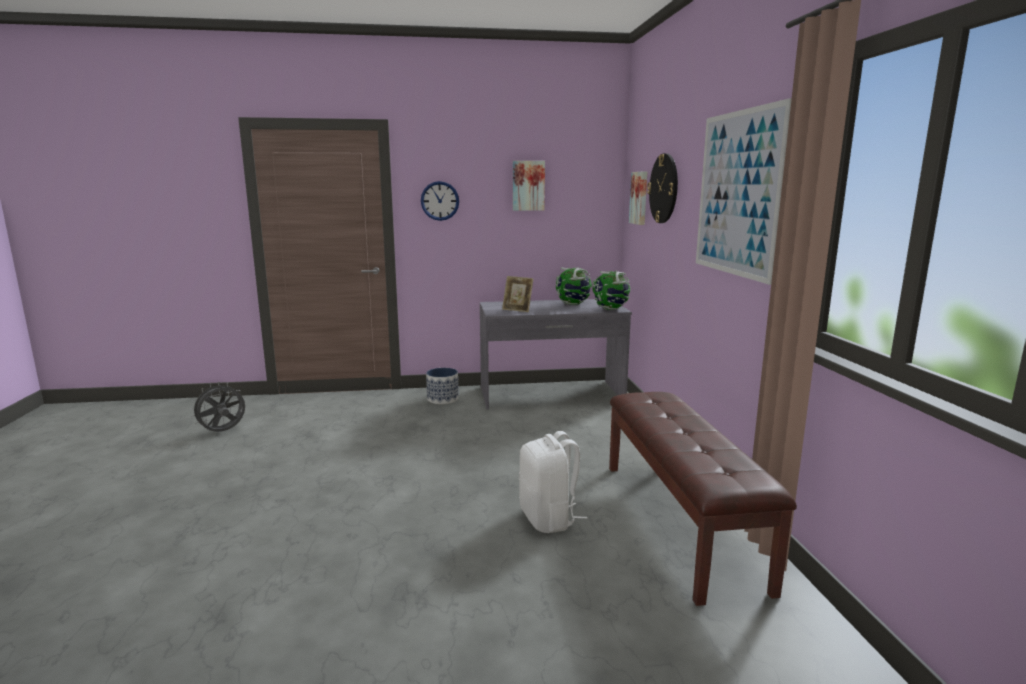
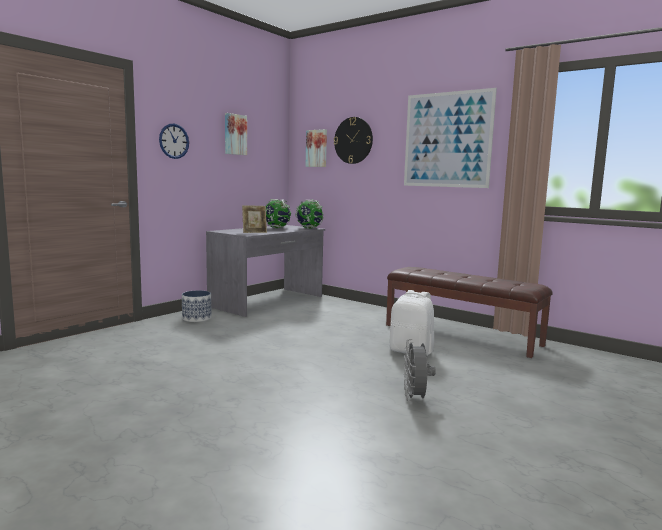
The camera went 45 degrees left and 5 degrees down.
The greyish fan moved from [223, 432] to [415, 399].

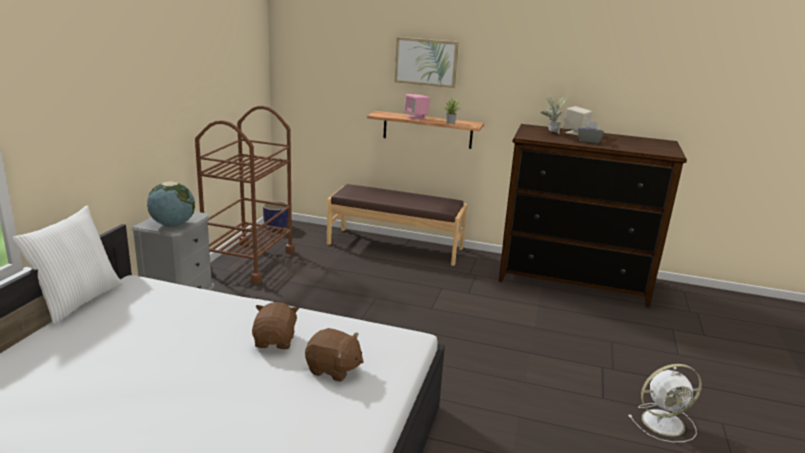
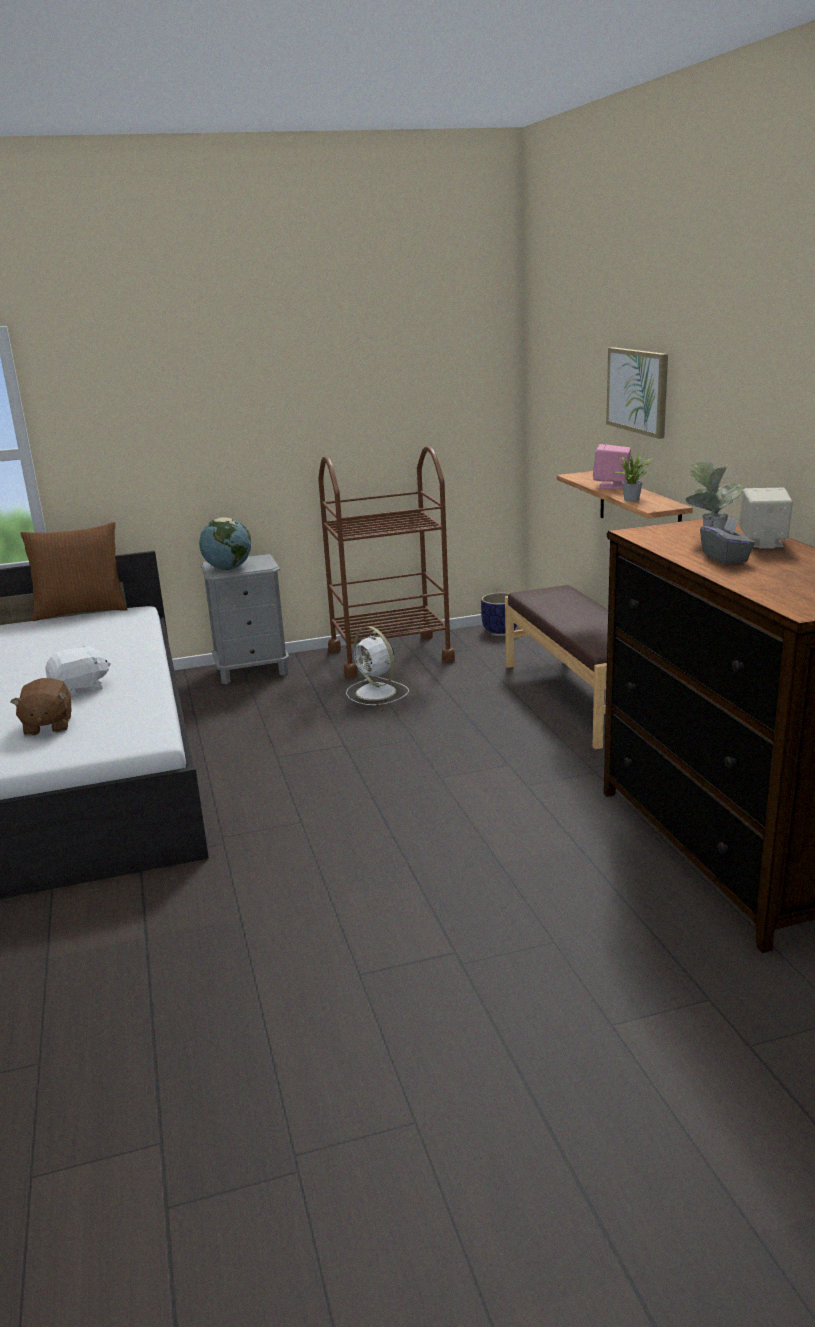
The camera went 60 degrees right and 0 degrees up.
The whitish fan moved from [664, 422] to [377, 693].
The whitish cushion at [77, 300] became the brownish cushion at [81, 611].
The brownish plush toy at [275, 341] became the whitish plush toy at [80, 689].

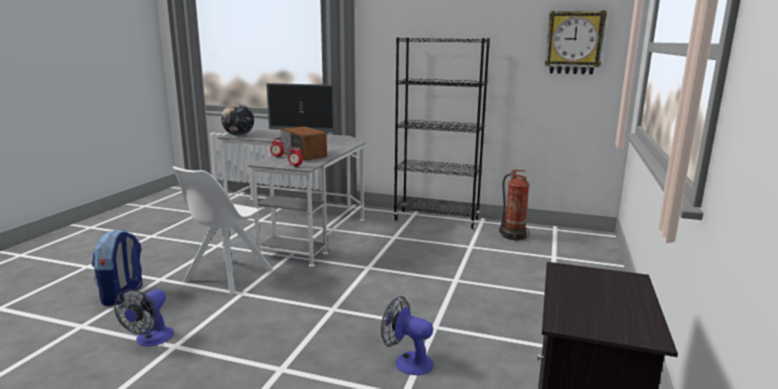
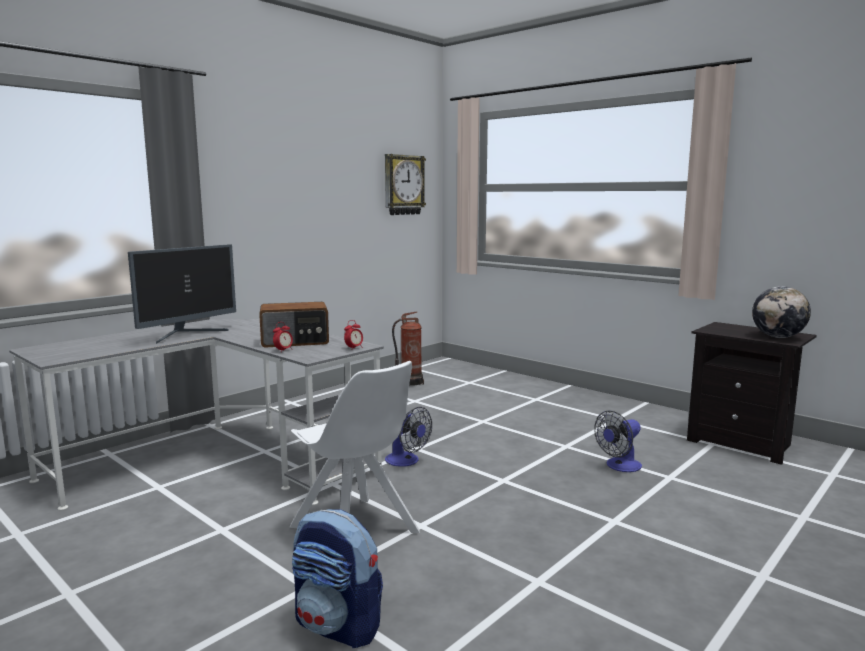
The camera went 65 degrees left and 5 degrees down.
The black bookshelf at [436, 219] disappeared.
The fan moved from [150, 340] to [406, 461].
The desk globe moved from [238, 135] to [778, 337].

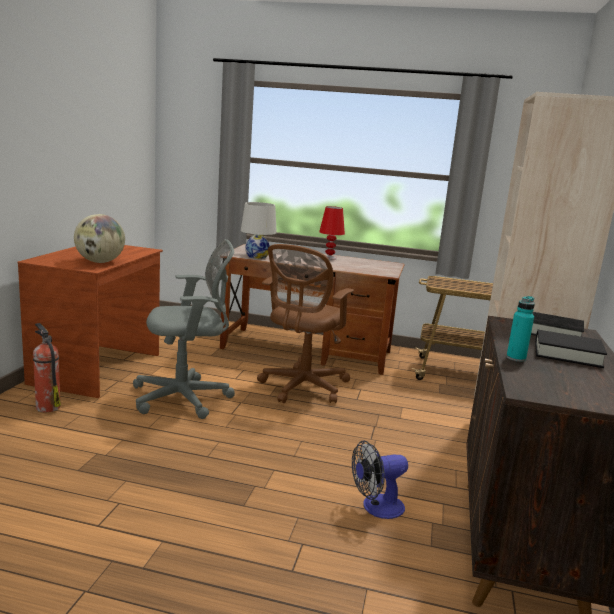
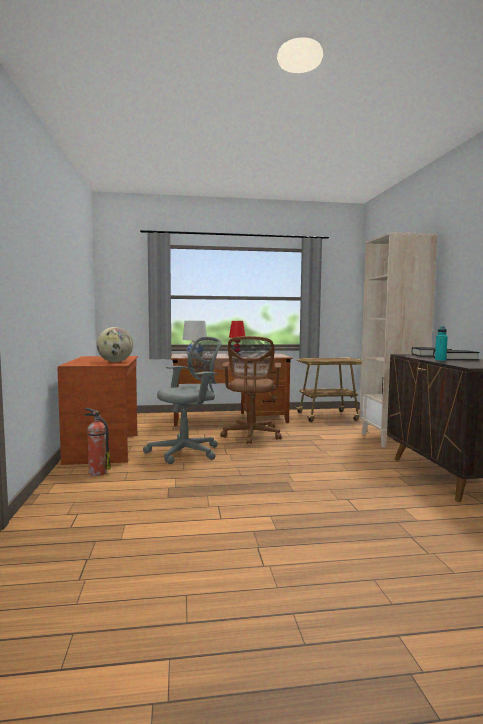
The camera went 20 degrees left and 10 degrees down.
The fan at [376, 507] disappeared.

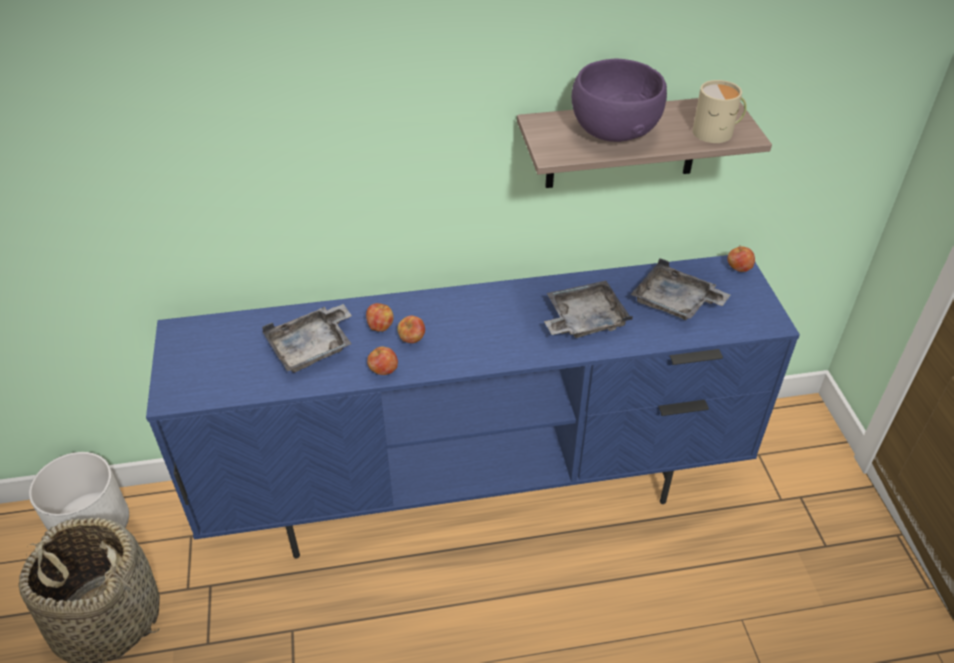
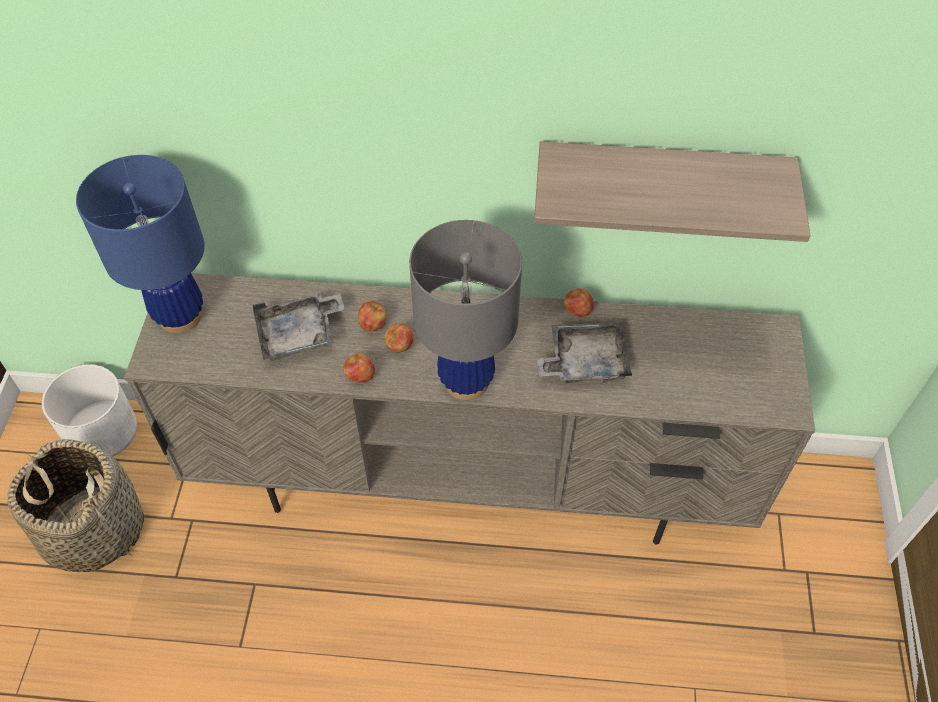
The camera went 15 degrees right and 10 degrees up.
The purple-coloured bowl at [613, 131] disappeared.
The greyish carrying tray at [675, 303] disappeared.
The beige mug at [717, 132] disappeared.
The bluish lamp for a table at [179, 316] appeared.
The greyish lamp for a table at [465, 380] appeared.
The apple fruit moved from [738, 269] to [577, 311].
The bluish tv stand at [479, 489] became the beige tv stand at [472, 483].

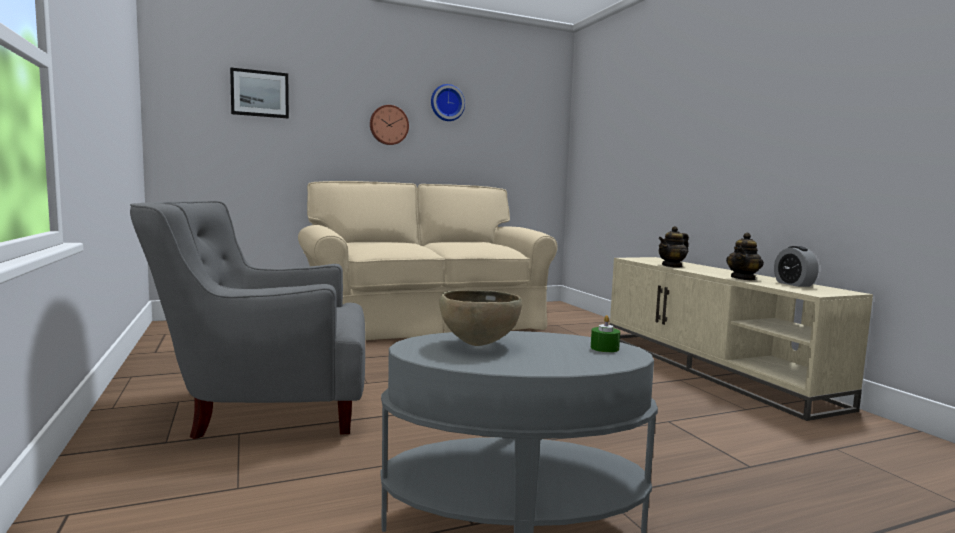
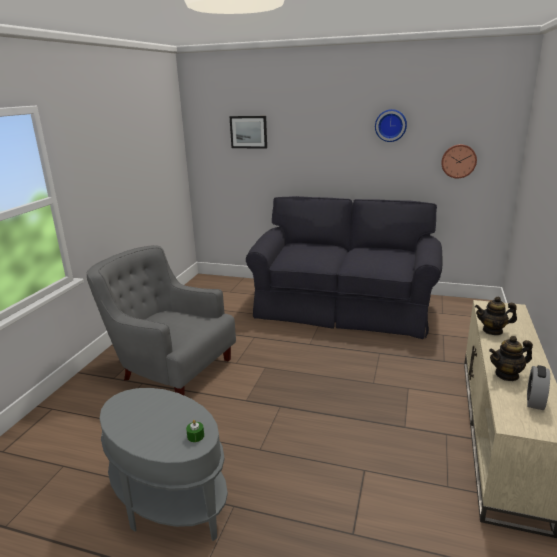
The camera went 40 degrees right and 15 degrees up.
The brownish bowl at [479, 345] disappeared.
The clock on the wall moved from [388, 125] to [458, 161].
The beige sofa at [424, 321] became the black sofa at [344, 307].

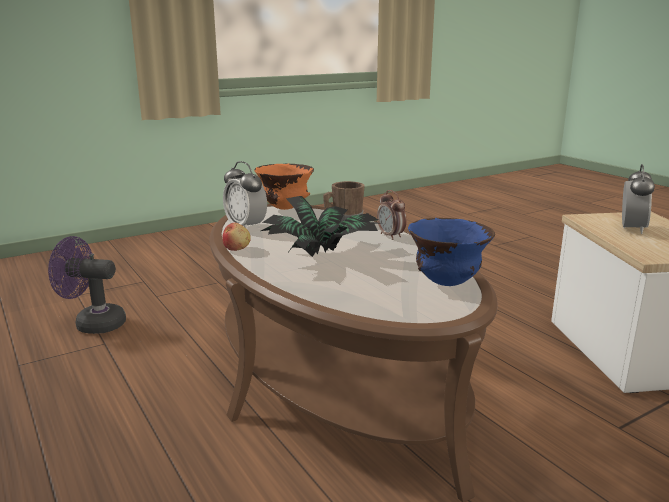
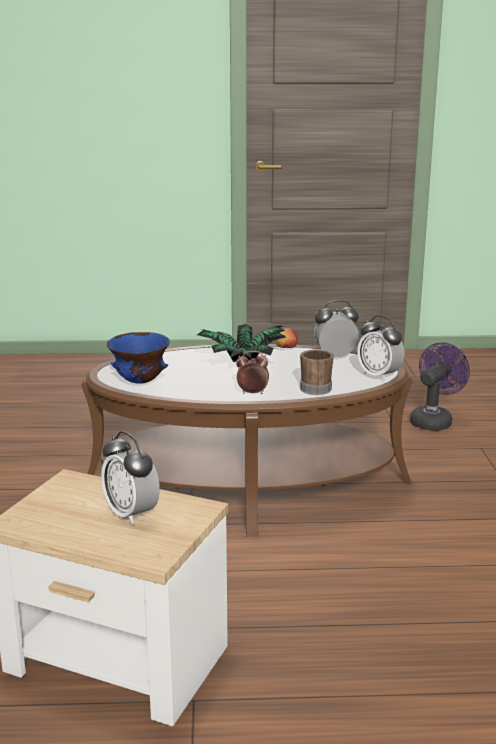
The camera went 120 degrees right and 0 degrees up.
The orange bowl at [285, 208] was replaced by the bedside clock at [379, 376].

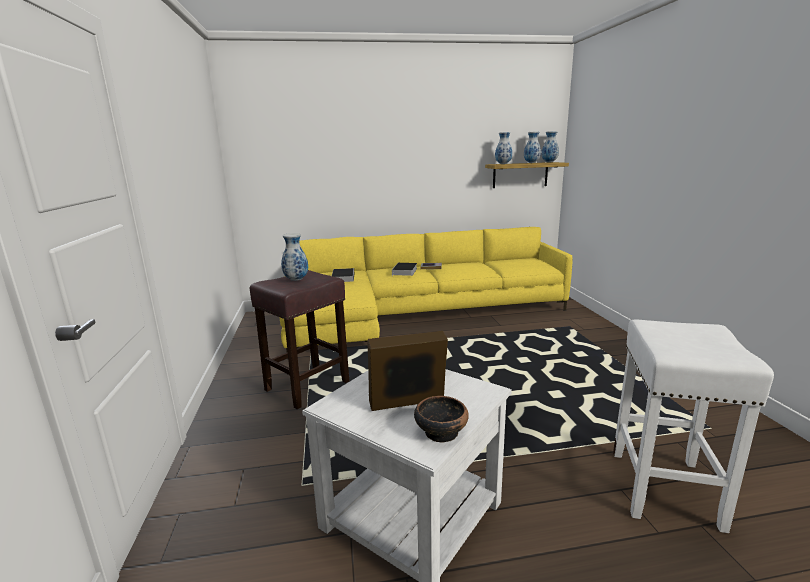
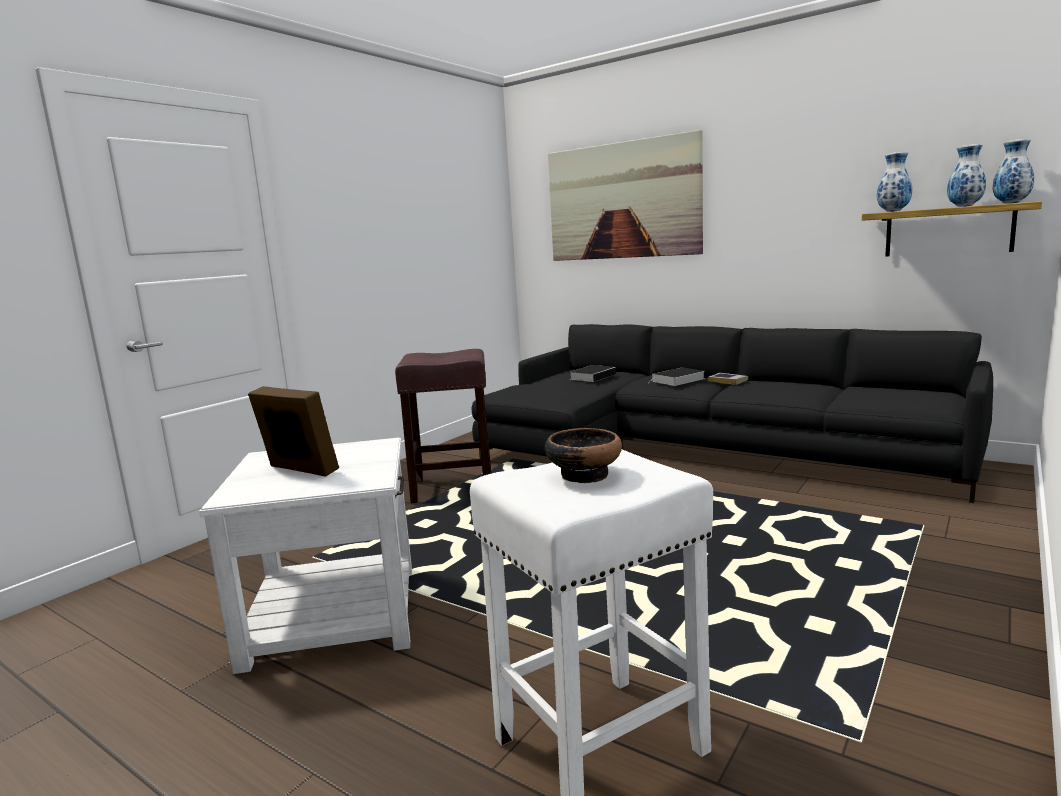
The camera went 45 degrees right and 5 degrees down.
The flower vase at [296, 279] disappeared.
The wall picture at [622, 201] appeared.
The bowl moved from [440, 432] to [584, 474].
The yellowish sofa at [415, 315] became the black sofa at [696, 451].

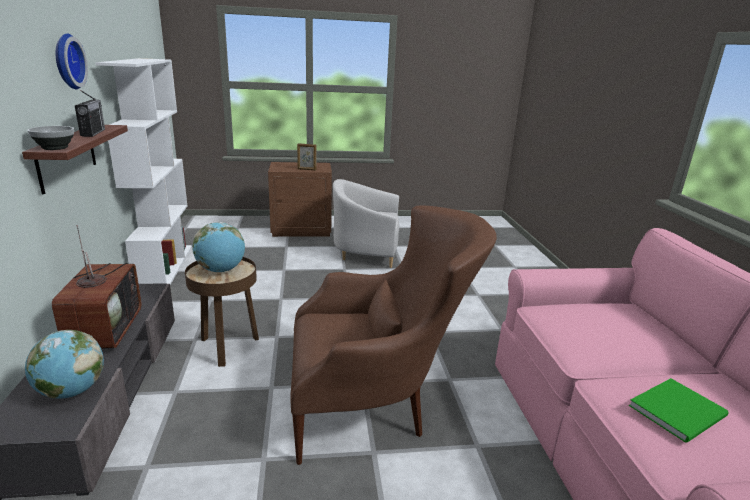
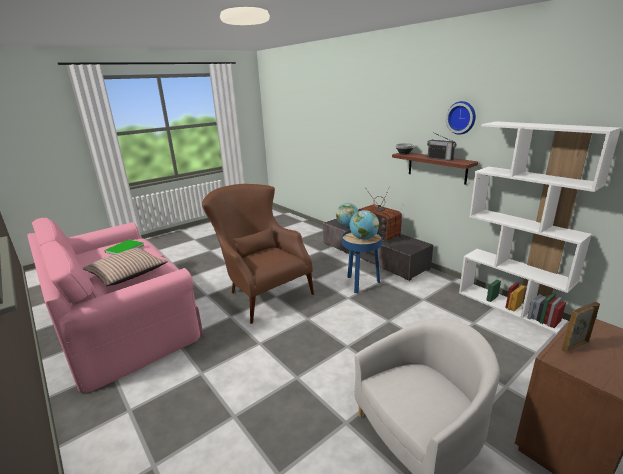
The camera went 150 degrees right and 0 degrees up.
The cushion at [127, 273] appeared.
The brownish end table at [227, 347] became the bluish end table at [361, 283].
The brownish easy chair at [376, 405] turned 90 degrees clockwise.

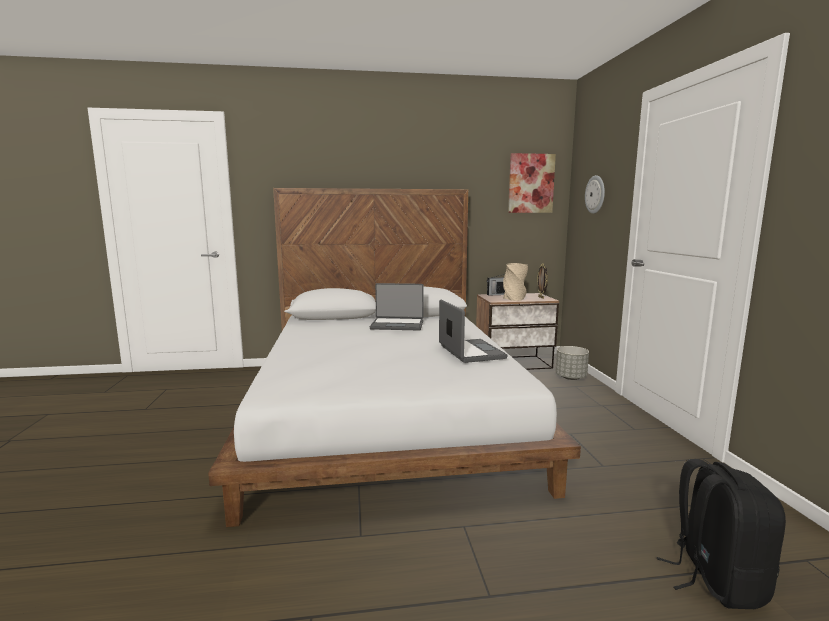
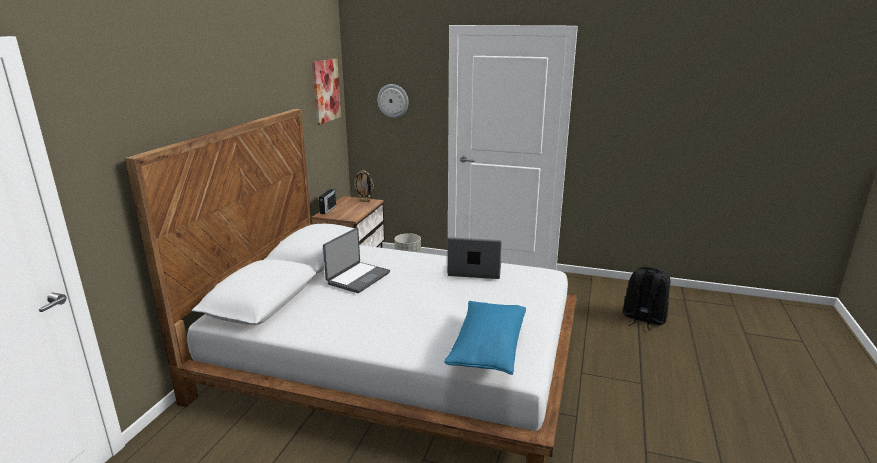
The camera went 65 degrees left and 10 degrees up.
The beige flower vase at [514, 298] disappeared.
The bluish cushion at [488, 349] appeared.

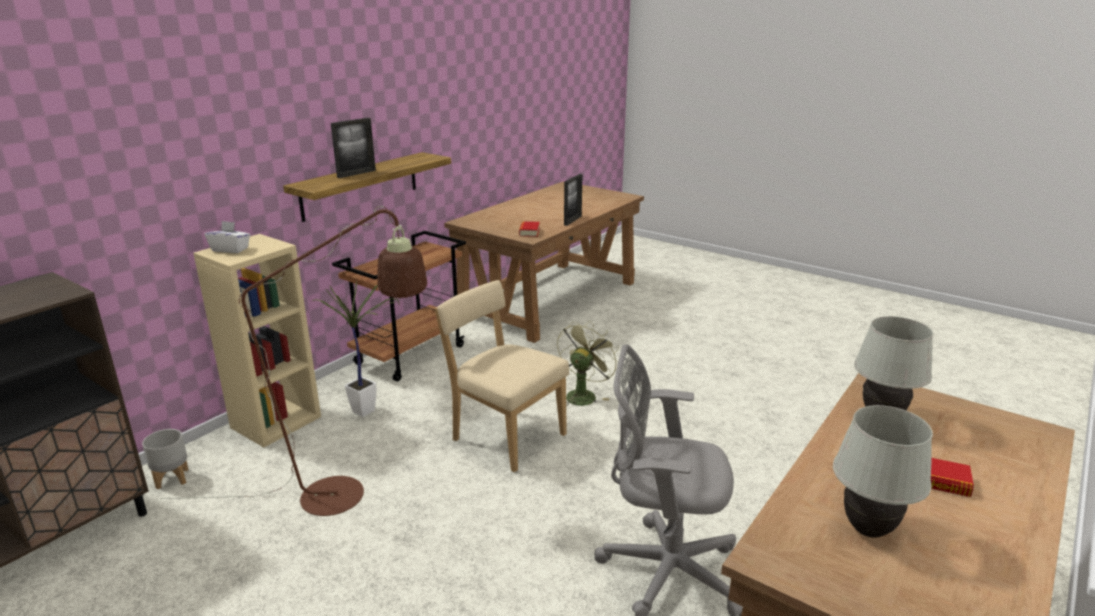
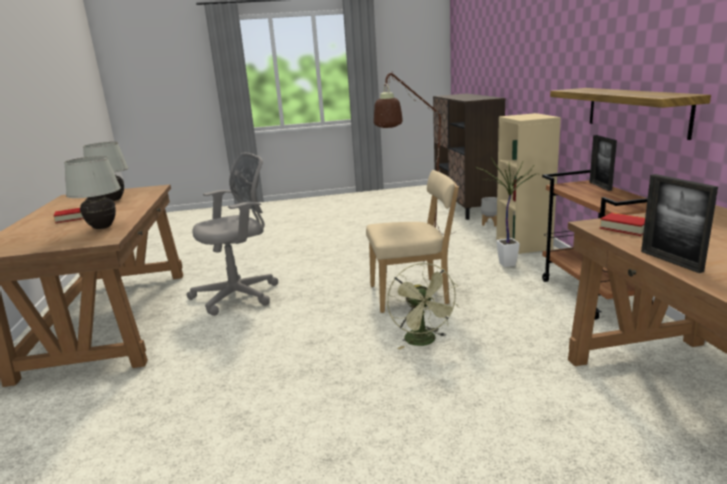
The camera went 135 degrees right and 5 degrees down.
The whitish box of tissues at [230, 249] disappeared.
The photo frame moved from [356, 174] to [600, 186].

